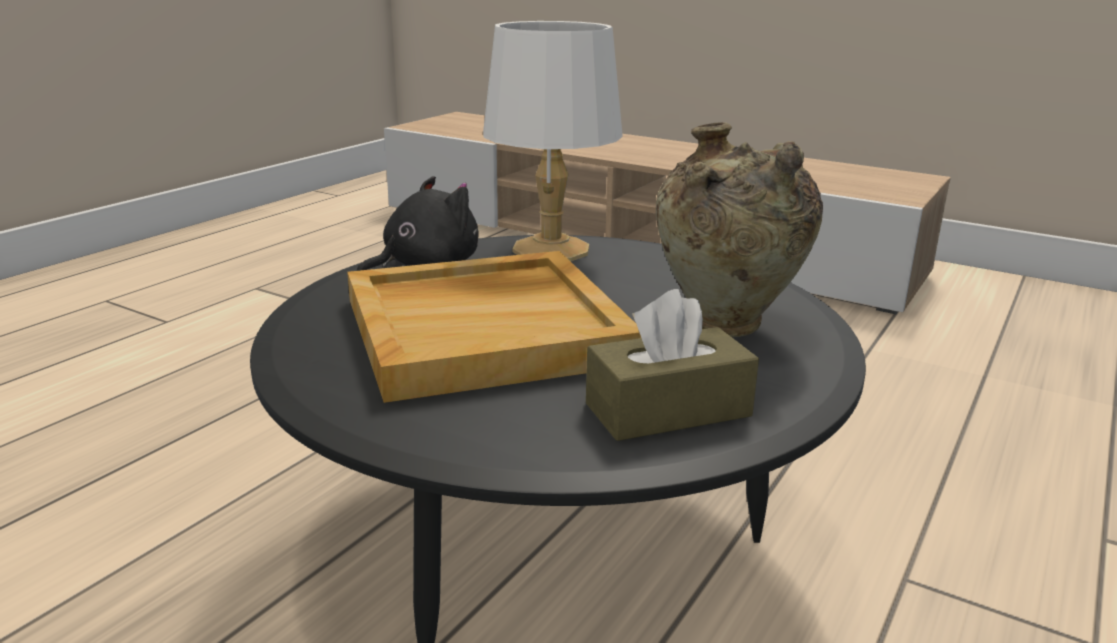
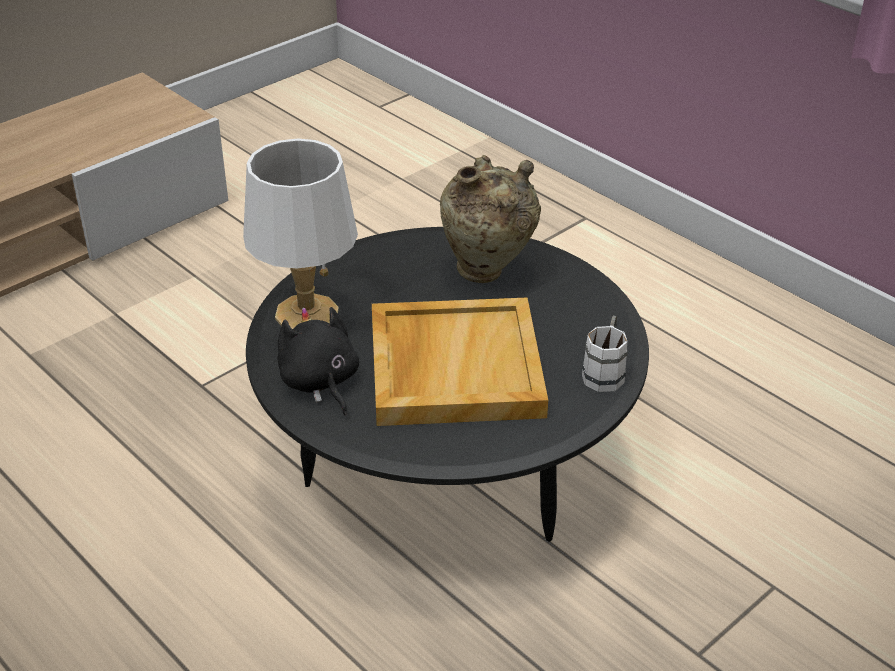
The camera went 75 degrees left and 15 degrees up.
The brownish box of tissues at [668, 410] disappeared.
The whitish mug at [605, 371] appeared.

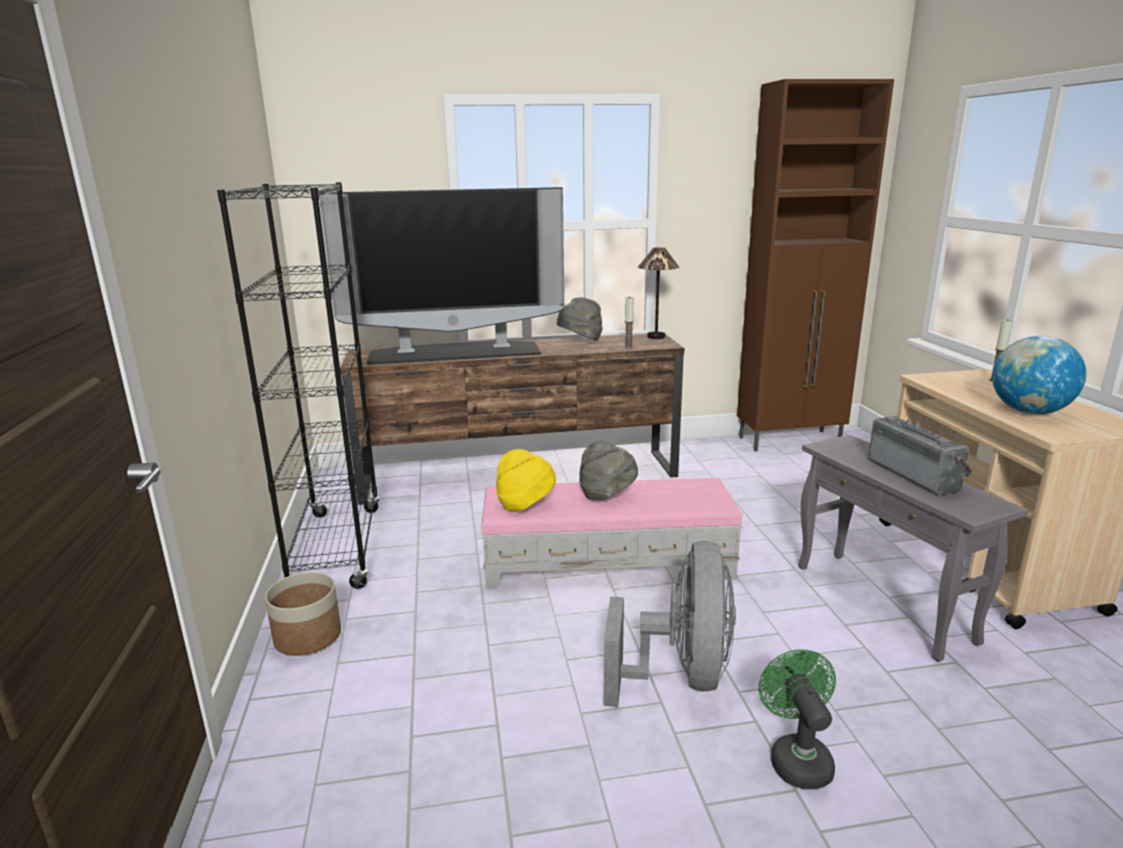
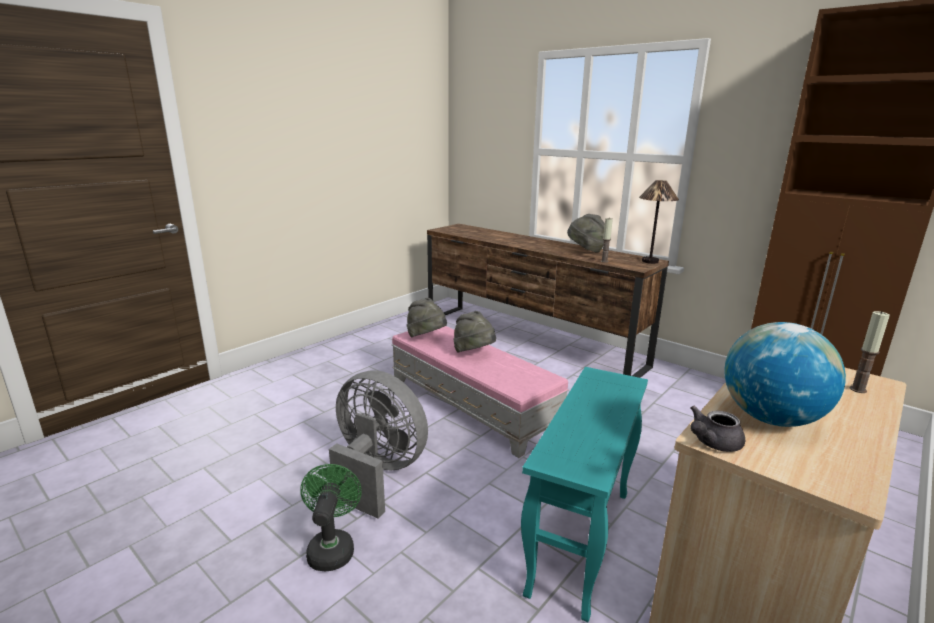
The camera went 50 degrees right and 0 degrees up.
The black bookshelf at [337, 549] disappeared.
The plant pot at [308, 637] disappeared.
The TV at [455, 352] disappeared.
The radio at [916, 475] disappeared.
The greyish tea pot at [712, 443] appeared.
The yellowish wearable hat at [525, 505] became the greyish wearable hat at [427, 338].
The greyish end table at [882, 602] became the turquoise end table at [581, 540].
The greyish fan at [681, 675] turned 120 degrees counterclockwise.
The greenish fan at [796, 757] turned 45 degrees counterclockwise.

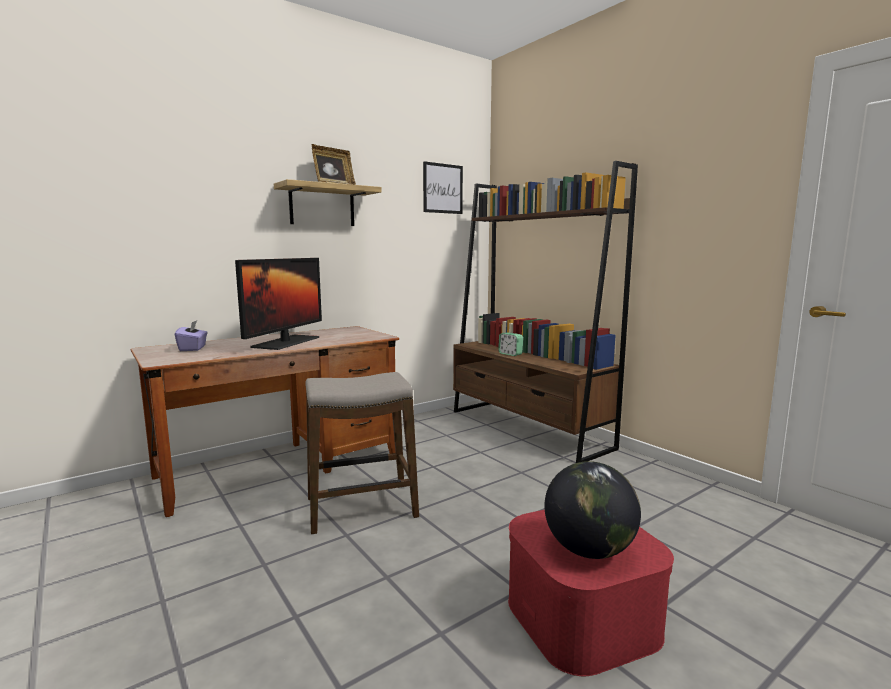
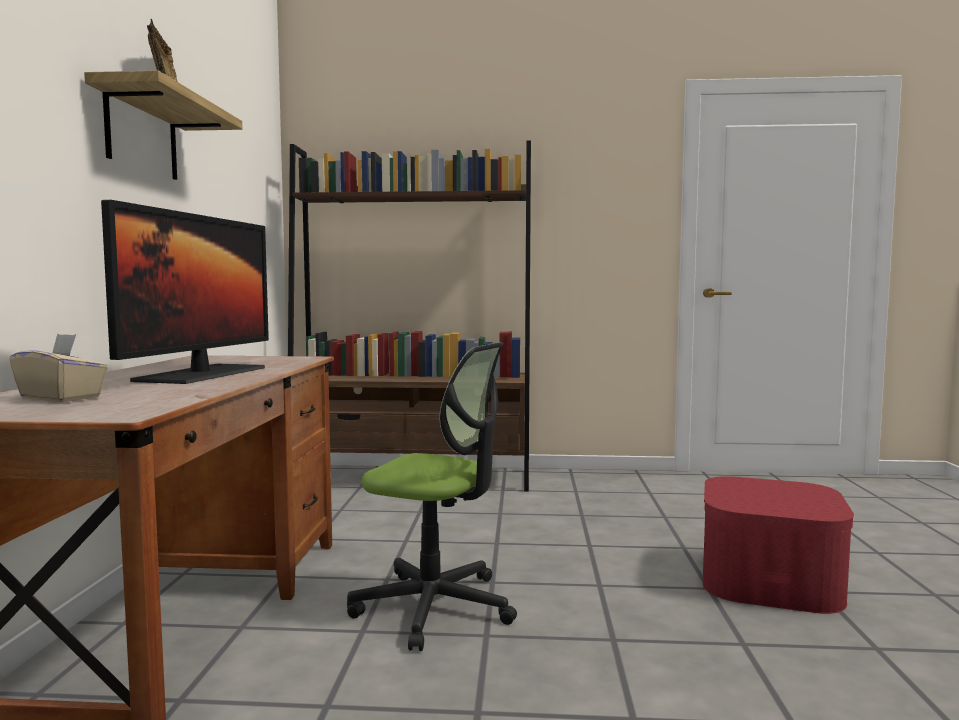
The camera went 50 degrees left and 5 degrees down.
The wall picture at [442, 188] disappeared.
The bedside clock at [510, 354] disappeared.
The desk globe at [589, 550] disappeared.
The stool seat at [362, 508] was replaced by the computer chair at [435, 607].
The purple-coloured box of tissues at [193, 348] became the beige box of tissues at [62, 398].
The computer screen at [286, 342] turned 45 degrees clockwise.

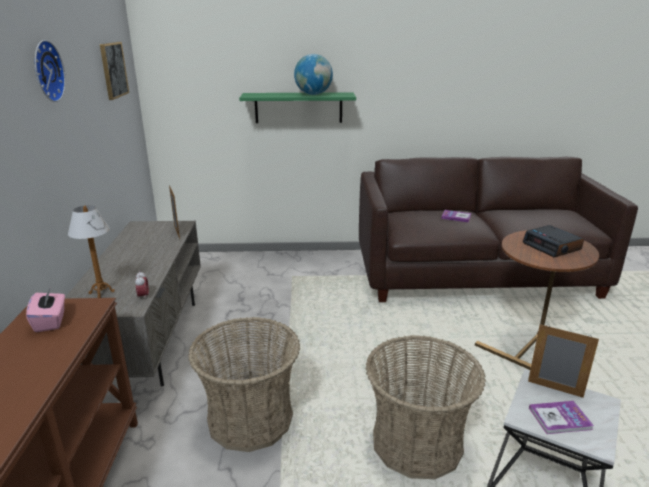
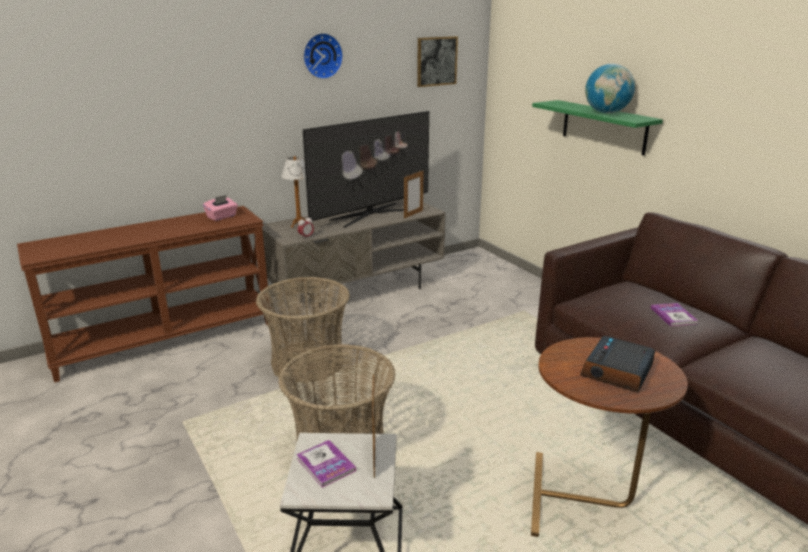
The camera went 60 degrees right and 0 degrees up.
The TV at [371, 214] appeared.

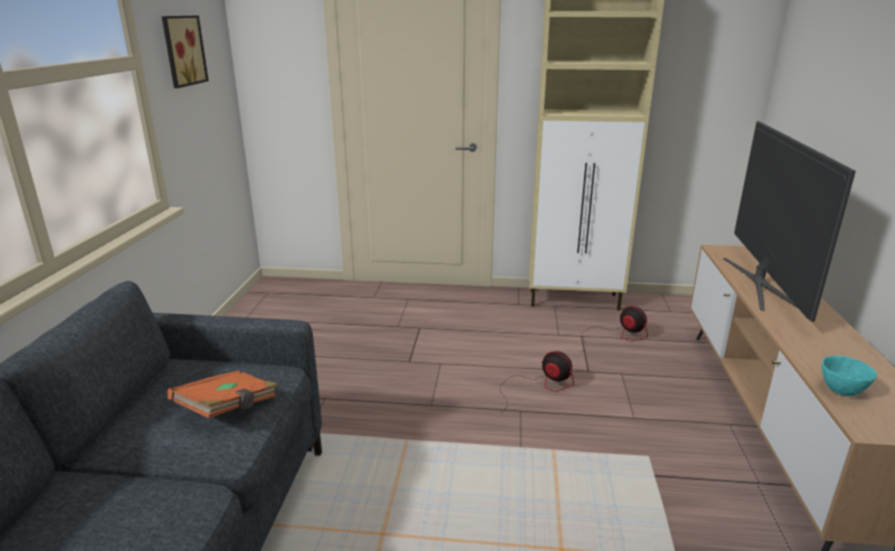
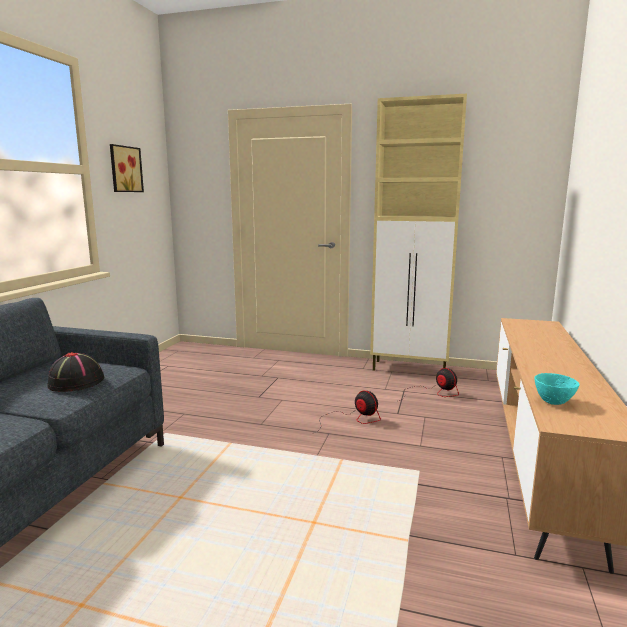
The camera went 10 degrees right and 10 degrees down.
The TV at [762, 283] disappeared.
The orange volume at [229, 408] was replaced by the black wearable hat at [76, 382].

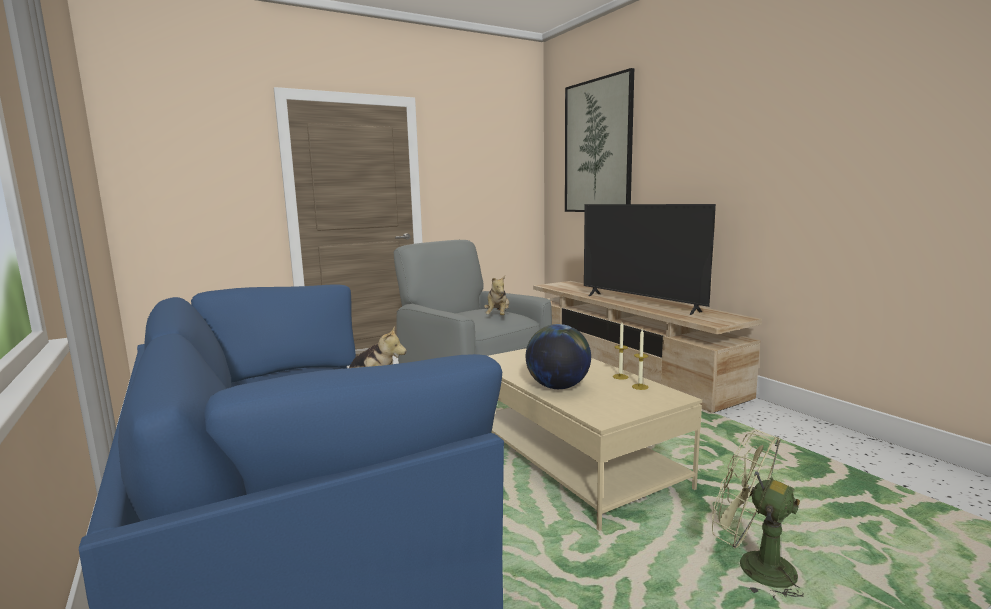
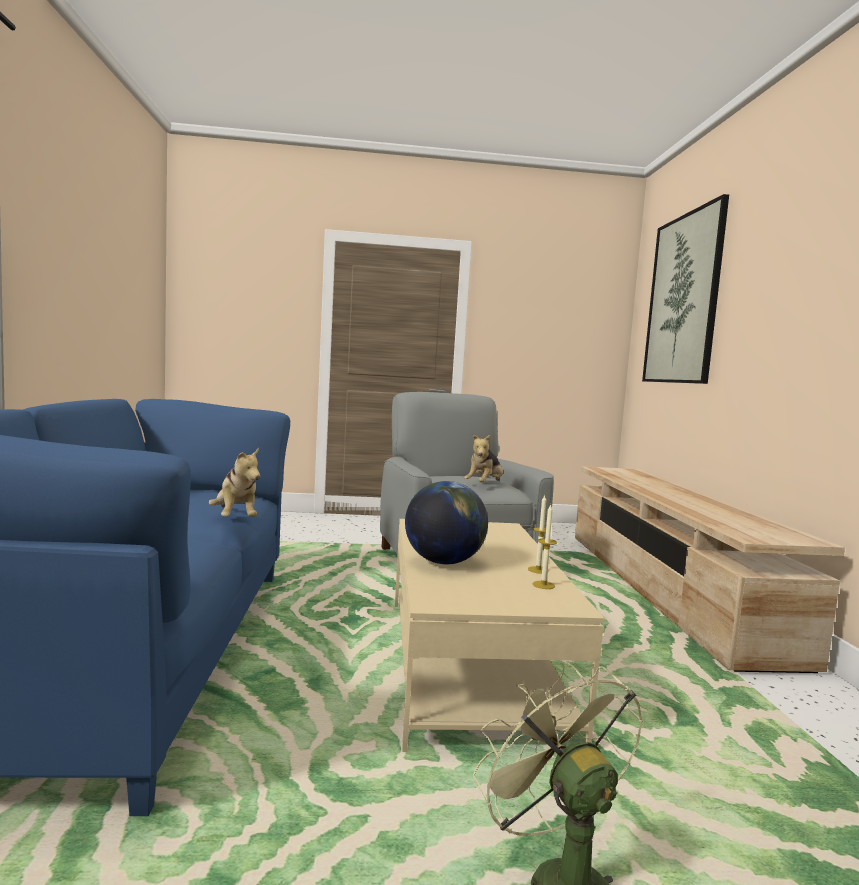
The camera went 25 degrees right and 5 degrees down.
The TV at [640, 303] disappeared.

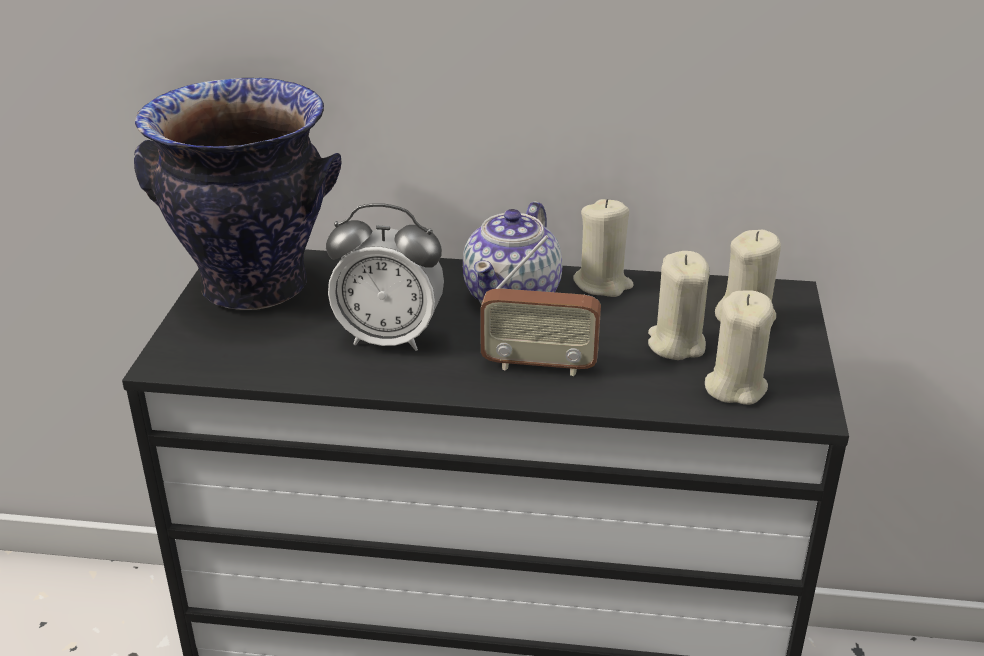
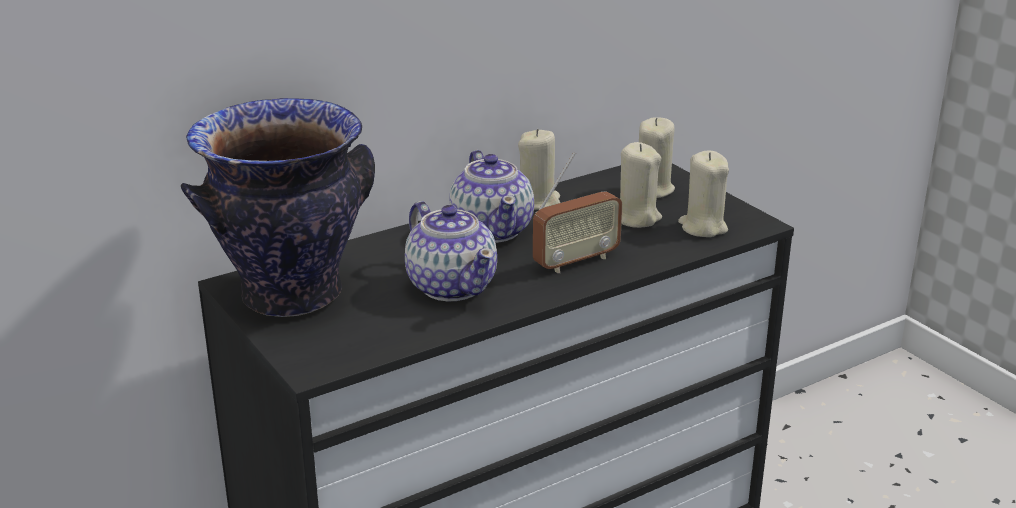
The camera went 40 degrees left and 5 degrees down.
The bedside clock at [389, 338] was replaced by the tea pot at [452, 286].

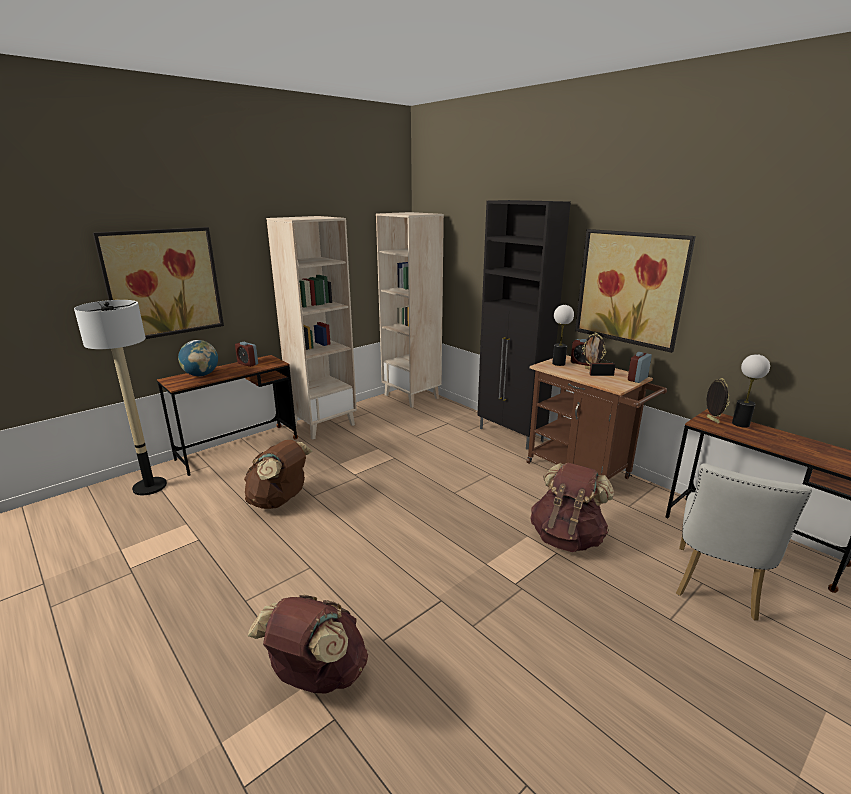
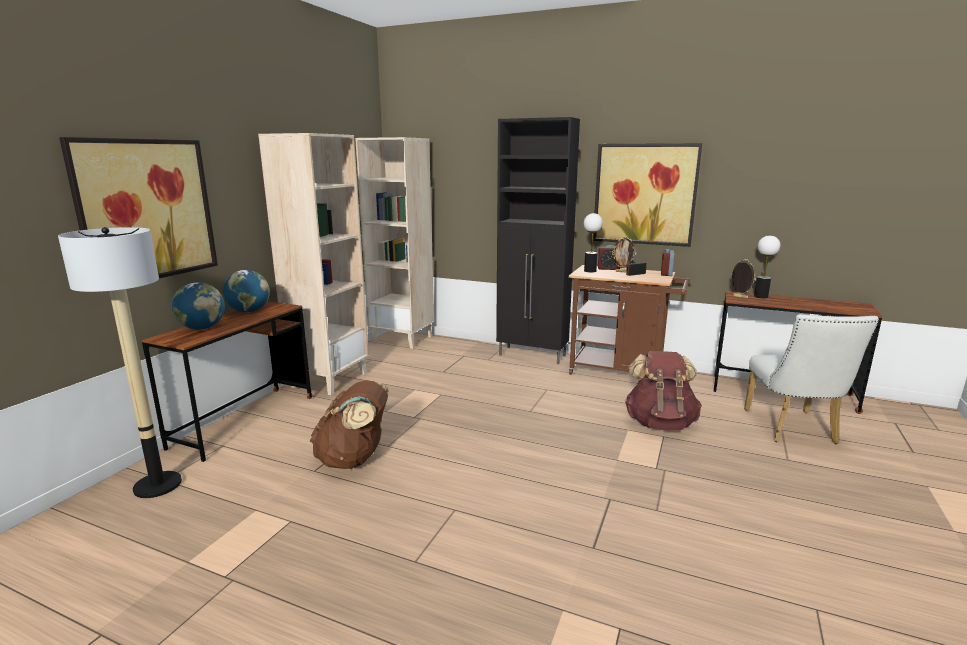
The camera went 25 degrees left and 5 degrees down.
The brownish rucksack at [316, 676] disappeared.
The bedside clock at [248, 364] was replaced by the desk globe at [249, 311].

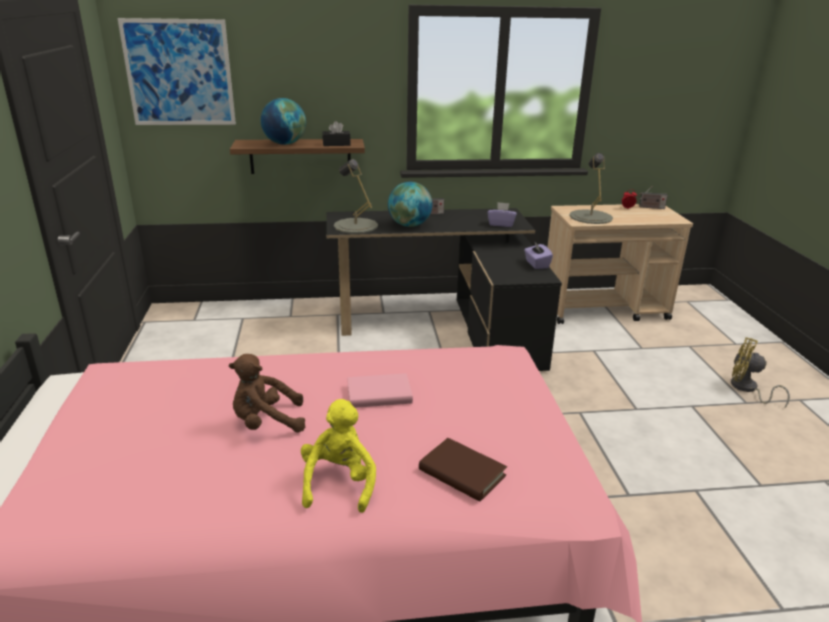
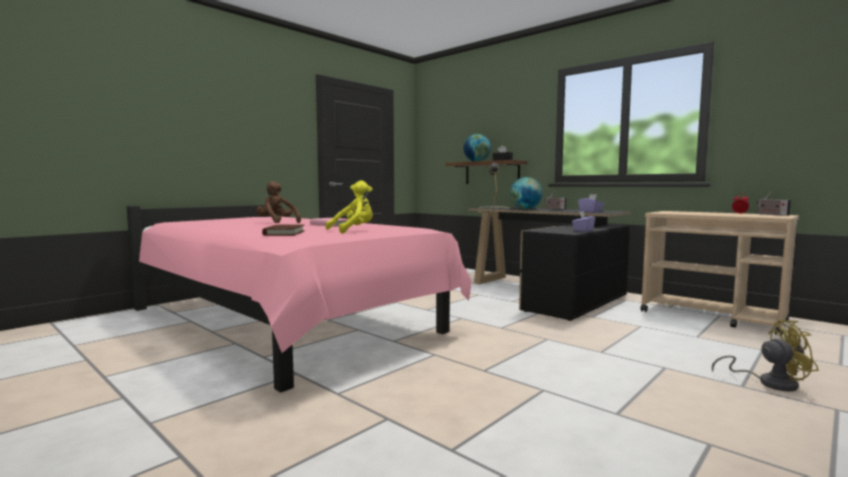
The camera went 50 degrees right and 20 degrees down.
The wall picture at [179, 73] disappeared.
The greyish lamp for a table at [590, 217] disappeared.
The yellowish plush toy moved from [339, 483] to [353, 231].
The yellowish fan at [747, 389] turned 105 degrees clockwise.

